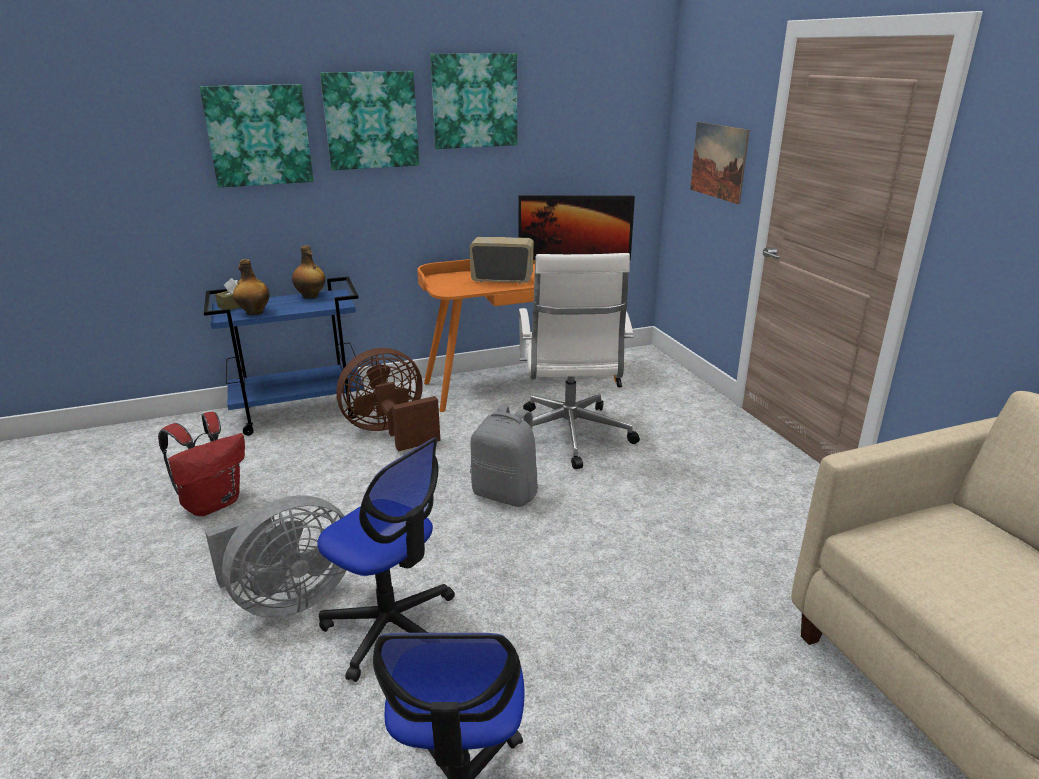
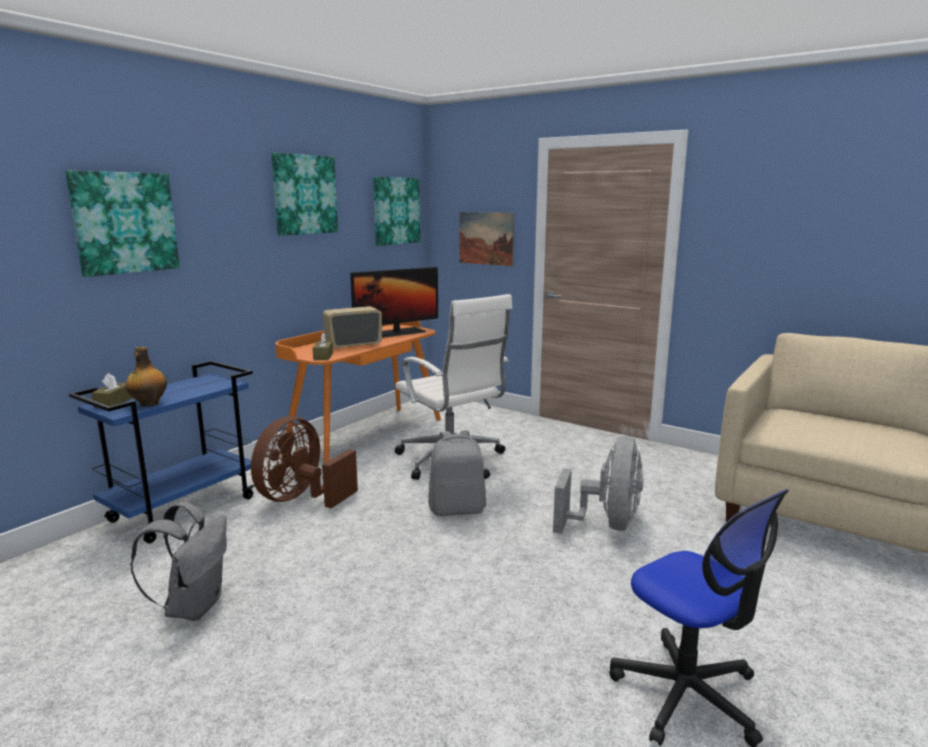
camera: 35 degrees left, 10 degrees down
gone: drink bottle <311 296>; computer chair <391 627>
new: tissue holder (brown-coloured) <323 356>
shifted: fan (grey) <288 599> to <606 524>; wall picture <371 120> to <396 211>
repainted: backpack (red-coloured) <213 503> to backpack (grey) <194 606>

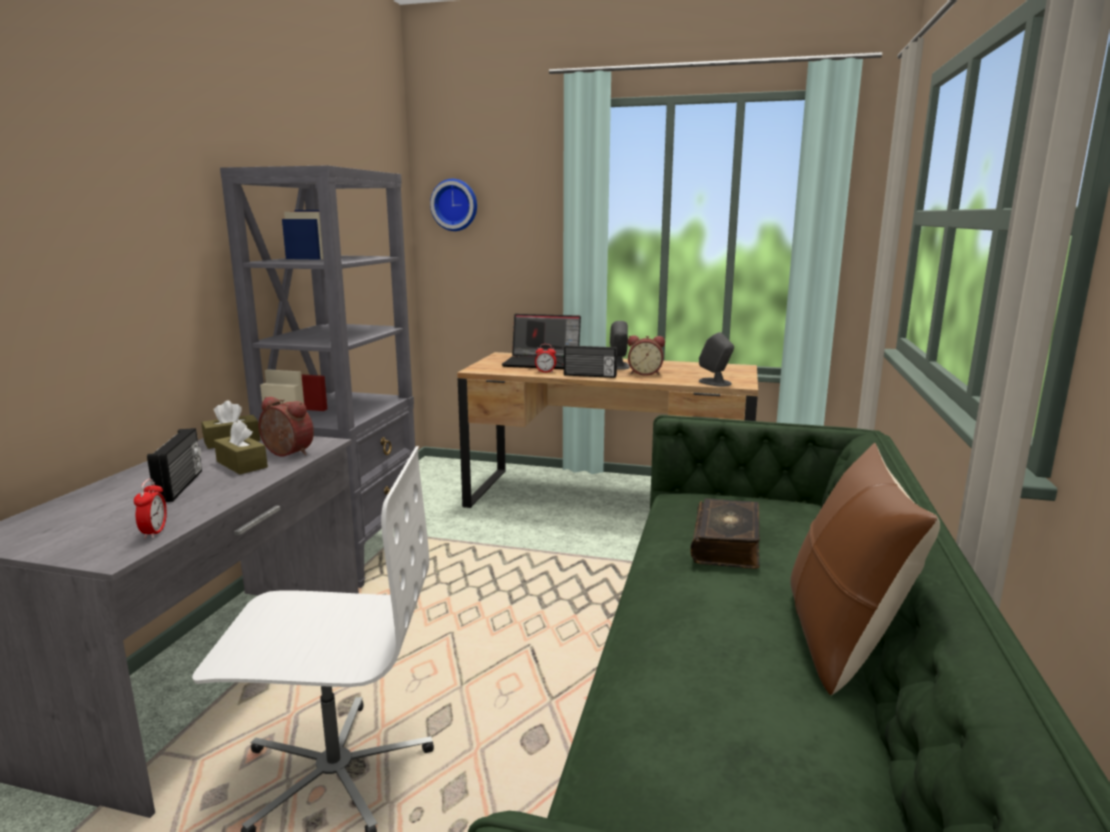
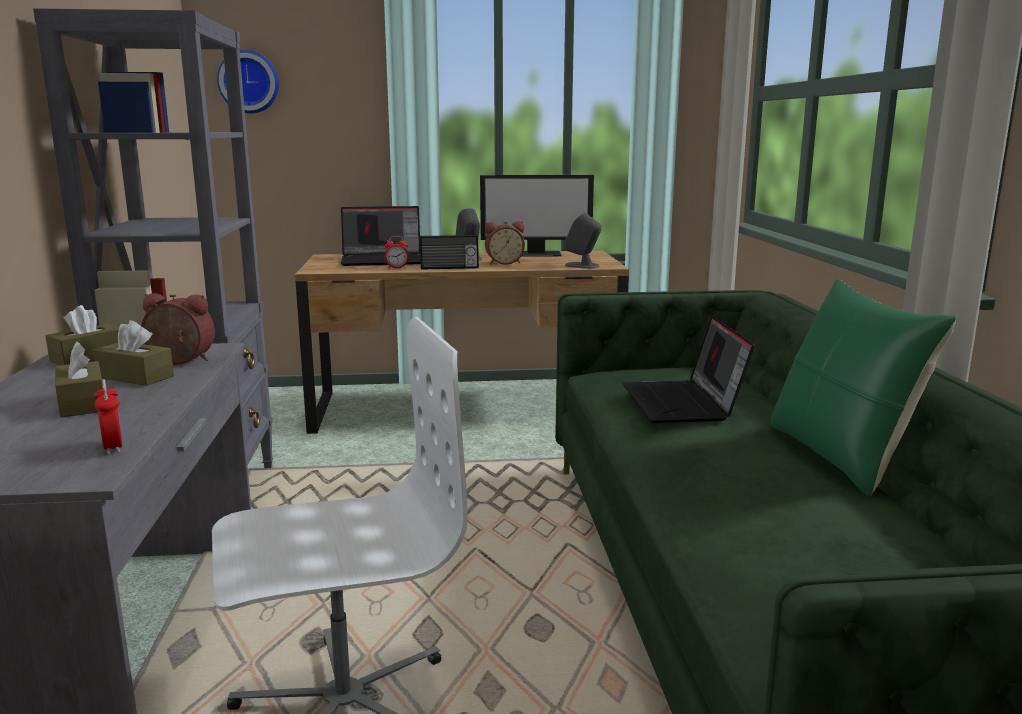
camera: 20 degrees left, 0 degrees up
new: computer screen <536 254>
swapped: radio <181 485> to tissue holder (brown-coloured) <82 403>; book <727 544> to laptop <683 404>
repainted: throw pillow (brown-coloured) <841 637> to throw pillow (green-coloured) <840 456>

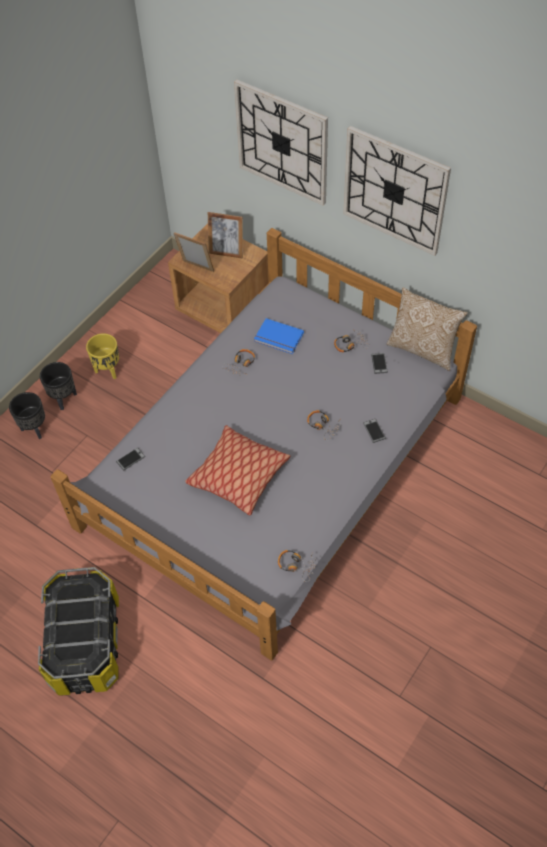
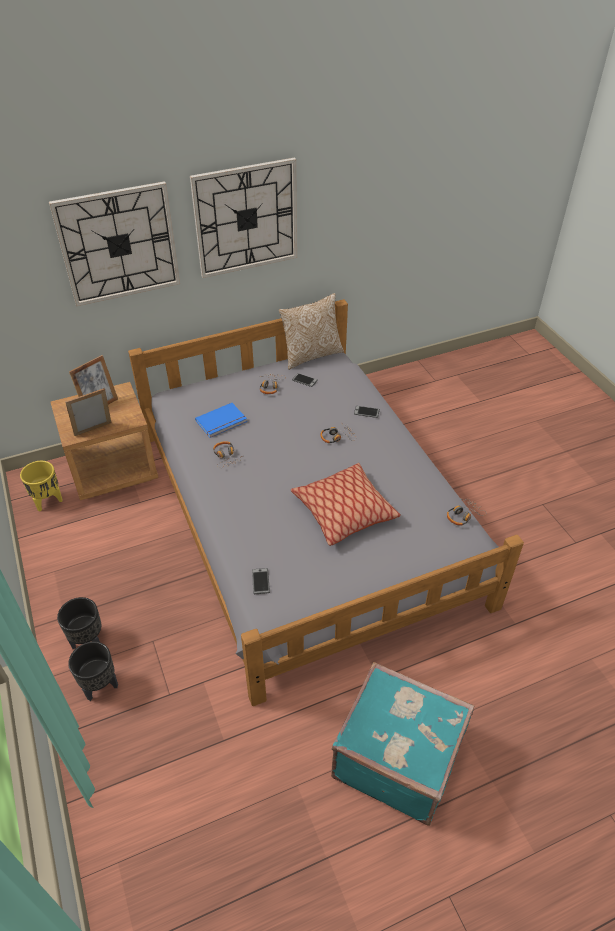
camera: 60 degrees left, 10 degrees down
shifted: planter (yellow) <108 370> to <48 501>
swapped: storage bin <85 643> to suitcase (turquoise-coloured) <397 756>

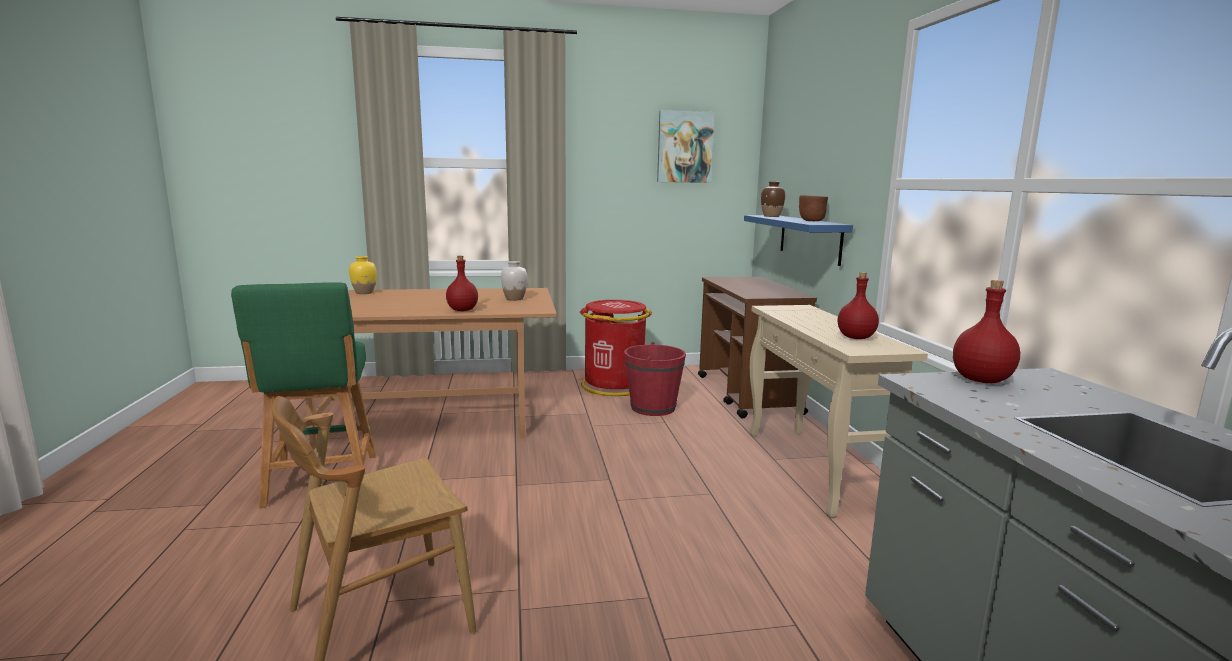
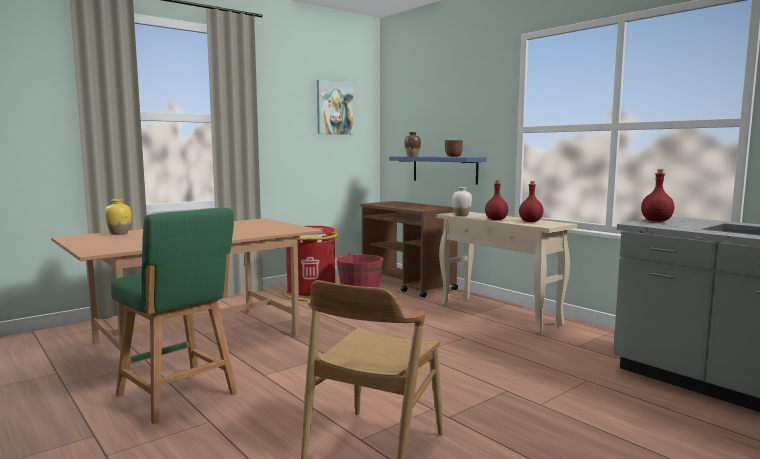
camera: 30 degrees left, 5 degrees down
shifted: drink bottle (red-coloured) <462 310> to <496 220>; flower vase (white-coloured) <514 299> to <461 215>

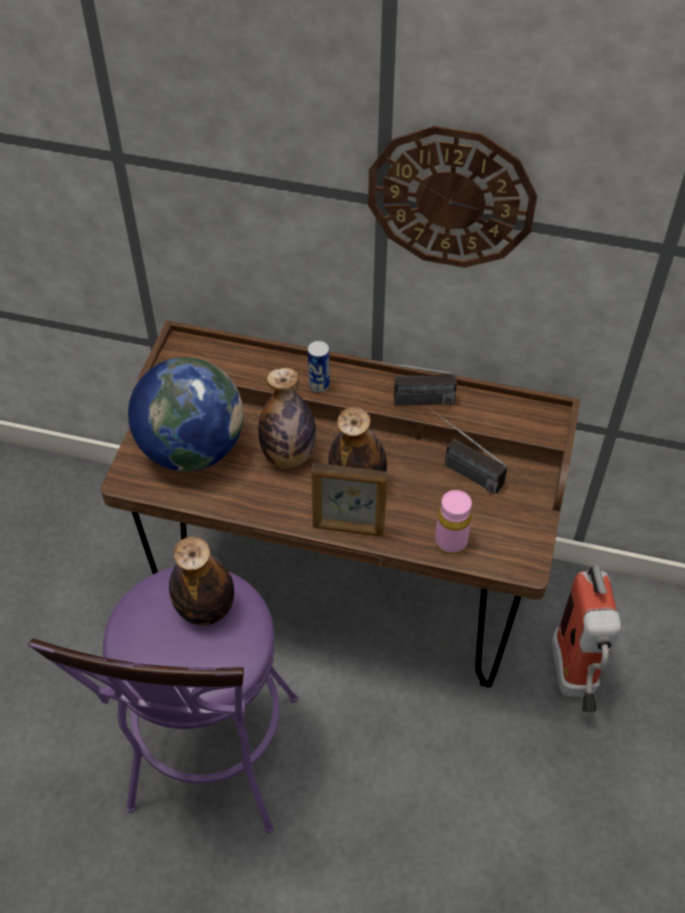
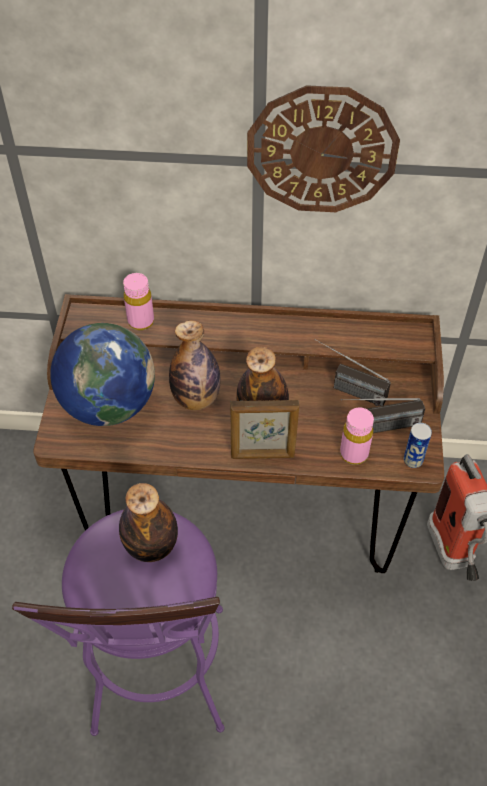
camera: 10 degrees left, 0 degrees up
new: drink bottle (pink) <141 321>
shifted: metal can <319 385> to <413 460>; radio <407 401> to <379 428>

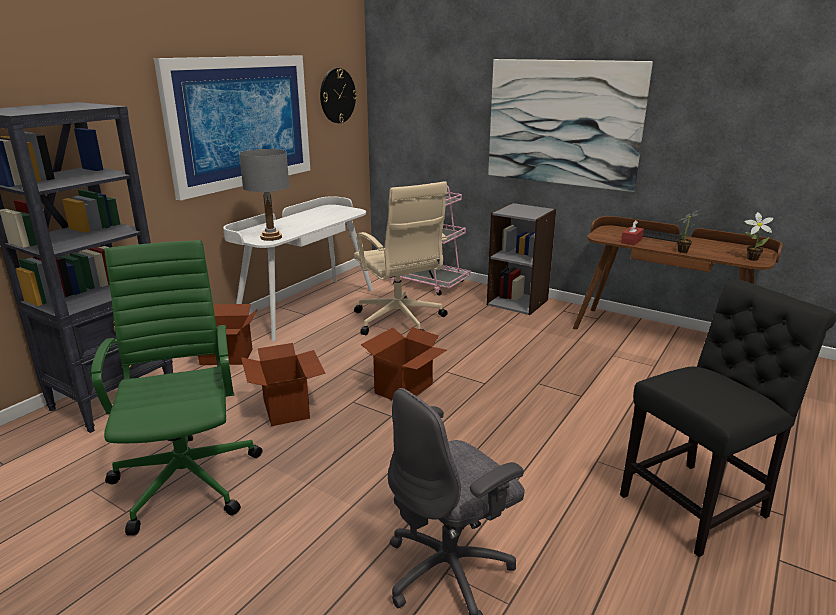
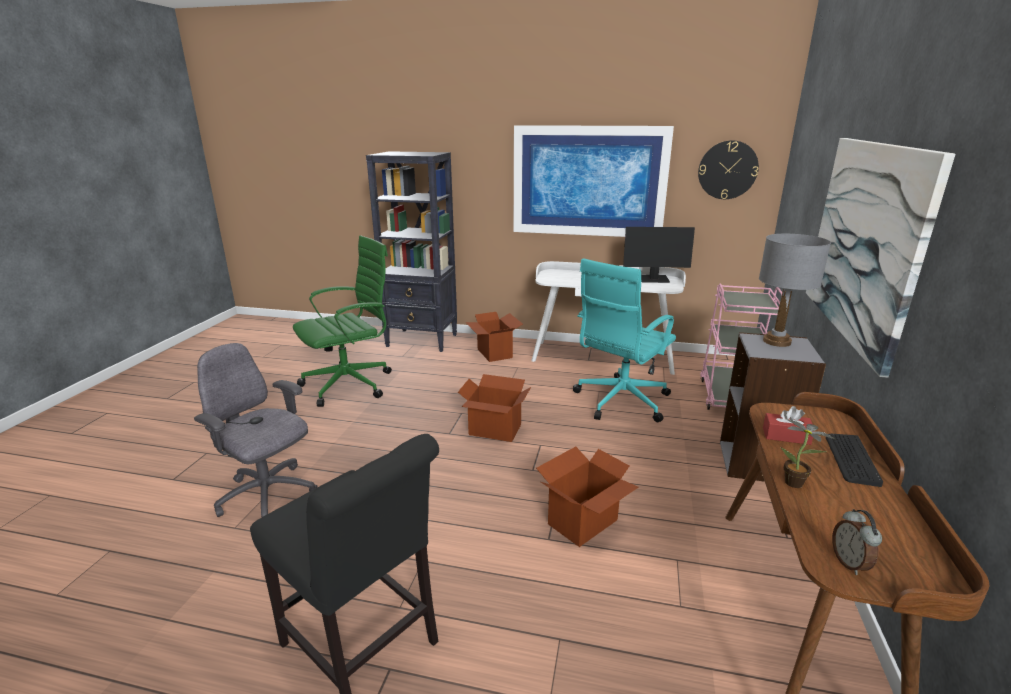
camera: 70 degrees right, 0 degrees up
new: computer screen <653 279>
shifted: table lamp (grey) <271 237> to <777 341>; carton <287 408> to <583 522>
swapped: houseplant <750 258> to bedside clock <850 563>
repainted: computer chair (beige) <399 321> to computer chair (turquoise-coloured) <620 401>

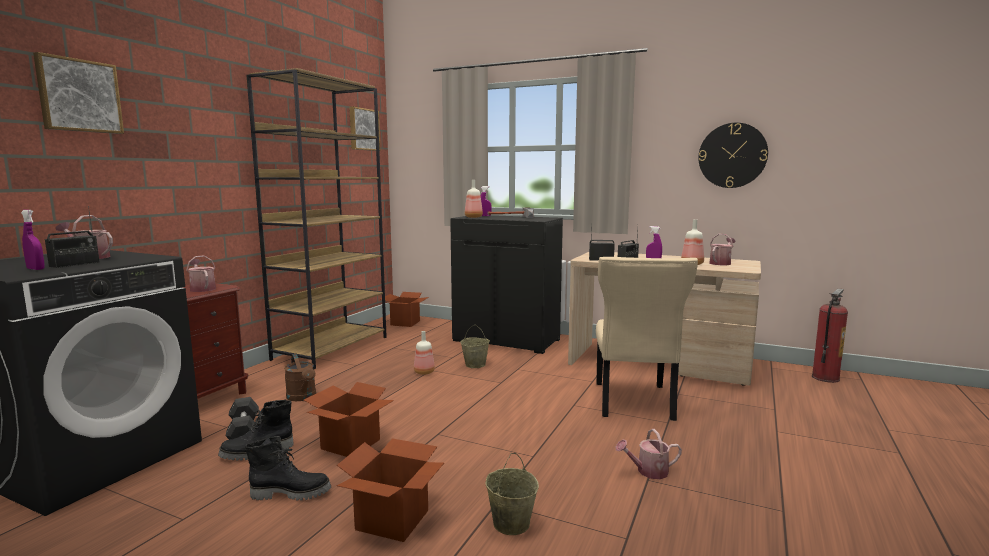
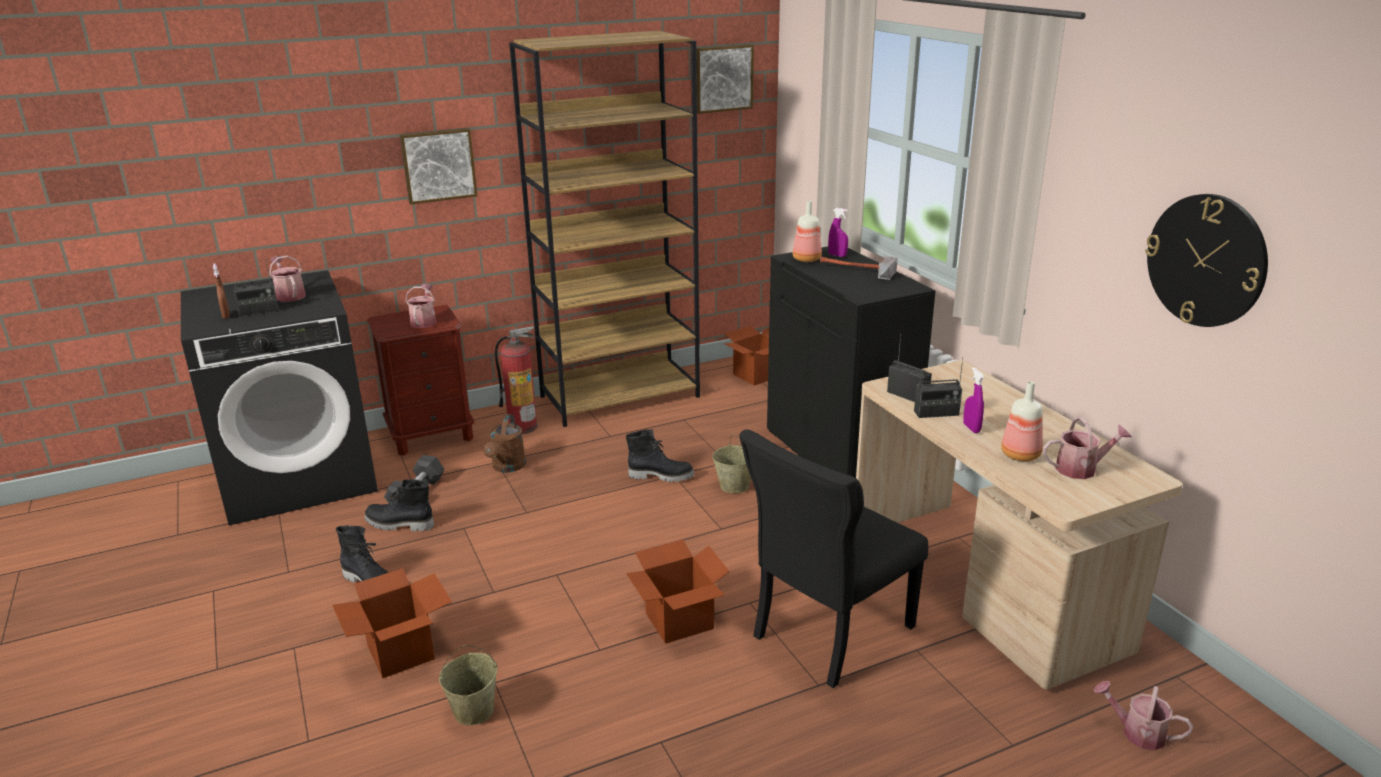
camera: 40 degrees right, 15 degrees up
shifted: wall picture <79 96> to <438 165>; carton <350 444> to <679 621>; watering can <648 471> to <1137 732>; fire-fighting cylinder <825 378> to <523 427>
swapped: drink bottle <423 372> to boot (black) <661 476>
repainted: spray bottle (purple) <35 269> to spray bottle (brown-coloured) <226 316>; plain chair (beige) <633 402> to plain chair (black) <828 634>

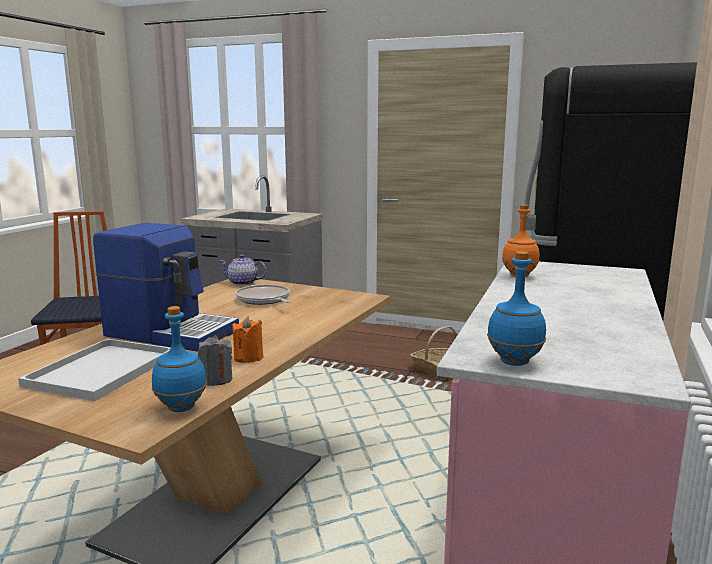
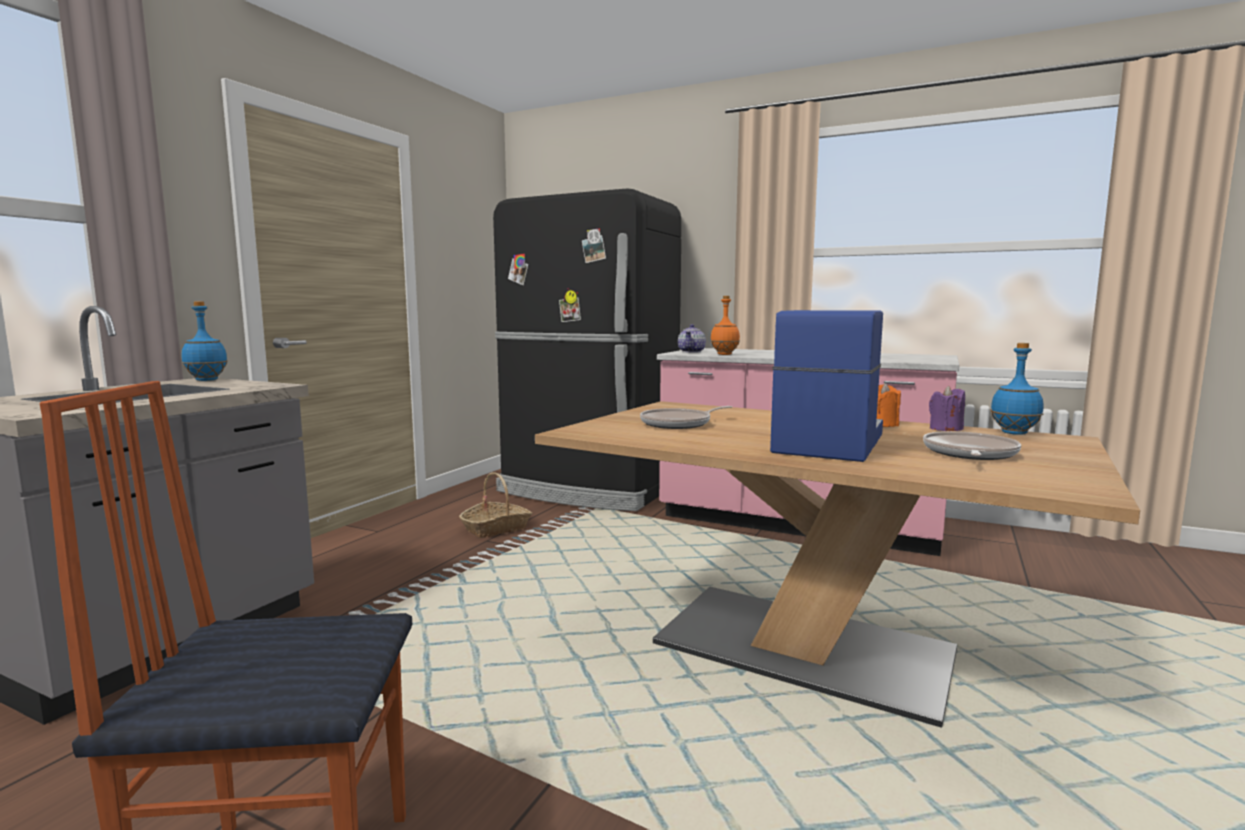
camera: 85 degrees left, 5 degrees down
shifted: pot for tea <243 283> to <692 351>; drink bottle (bluish) <513 362> to <206 380>
swapped: serving tray (white-coloured) <102 369> to skillet <969 454>
repainted: candle (grey) <216 379> to candle (purple) <945 429>

